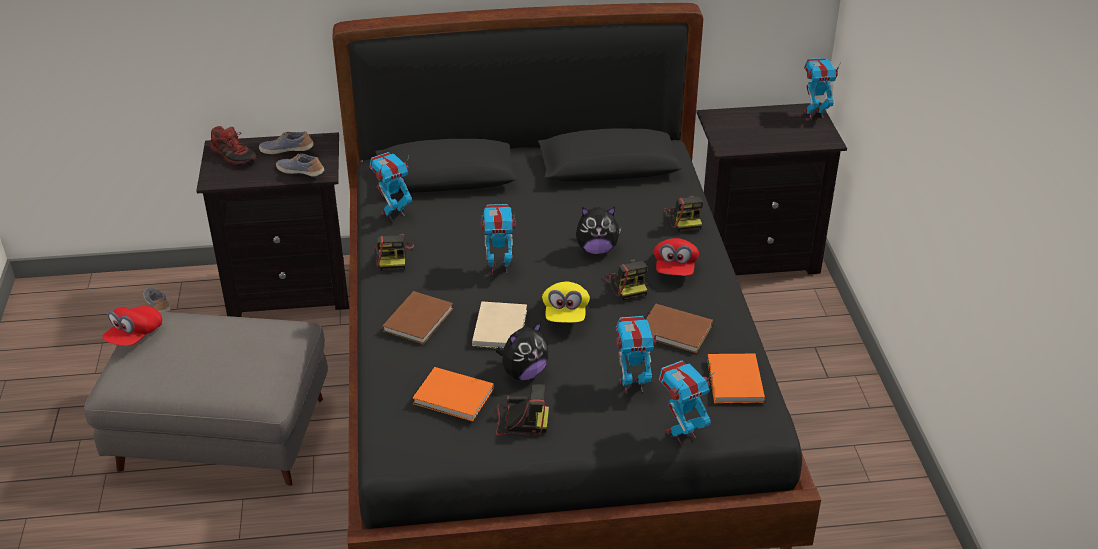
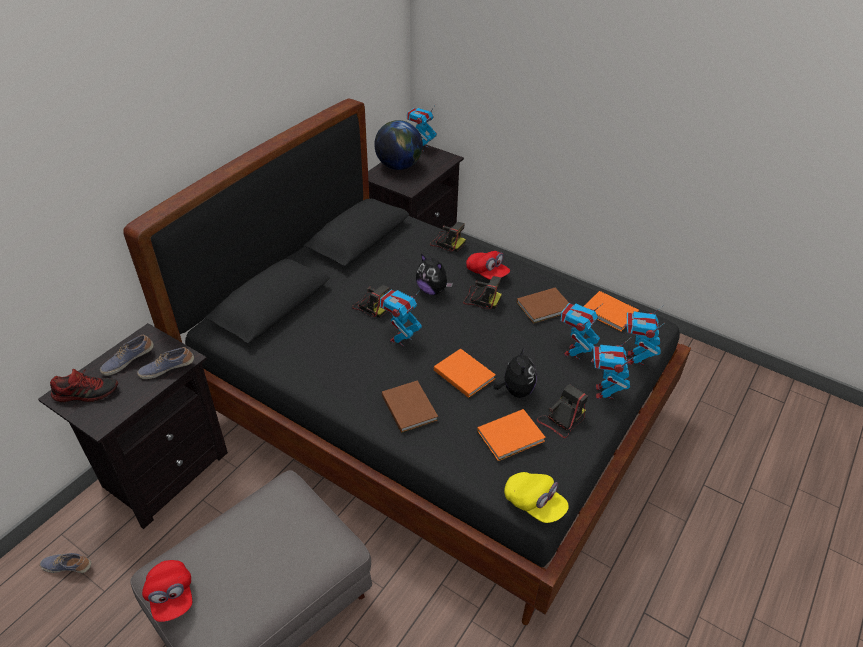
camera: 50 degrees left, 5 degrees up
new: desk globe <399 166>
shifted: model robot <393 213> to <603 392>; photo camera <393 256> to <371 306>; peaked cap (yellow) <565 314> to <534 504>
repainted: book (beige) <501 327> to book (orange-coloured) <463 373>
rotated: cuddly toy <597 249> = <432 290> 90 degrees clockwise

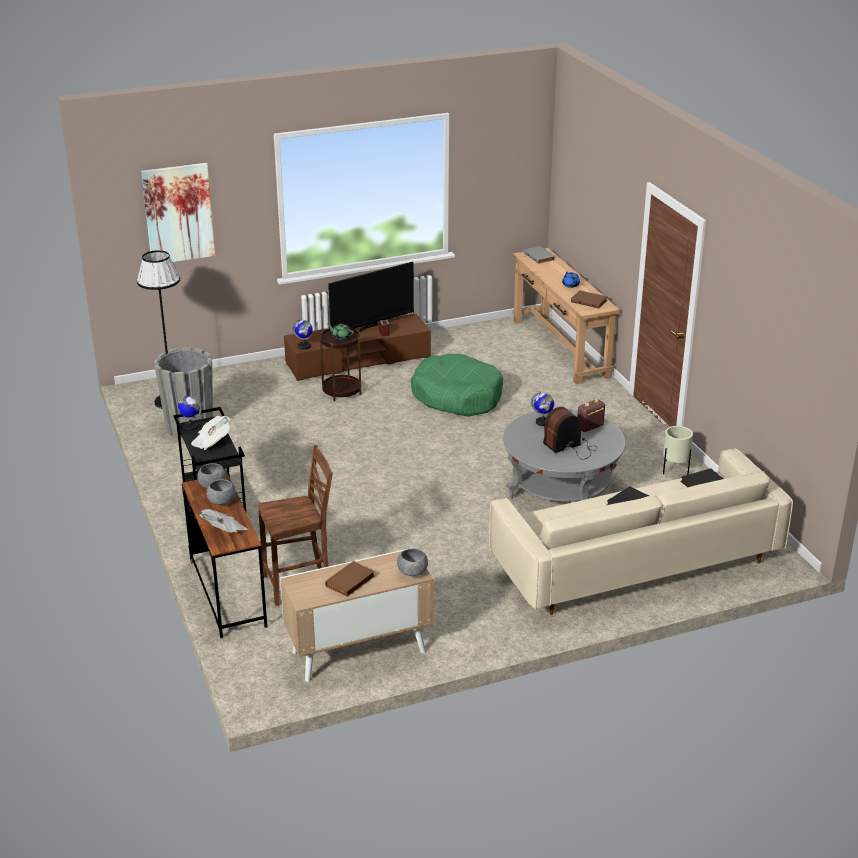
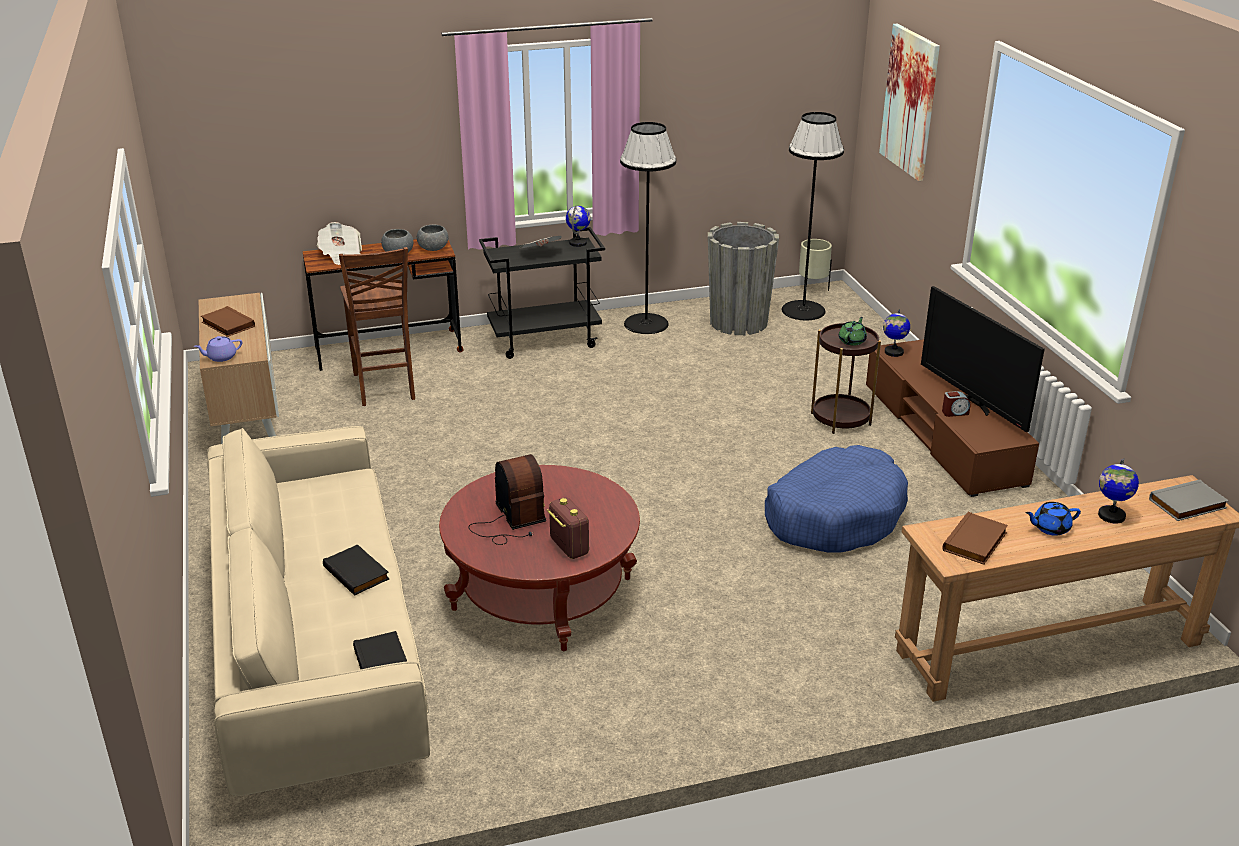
camera: 95 degrees right, 0 degrees up
new: standing lamp (black) <646 324>
shifted: desk globe <543 422> to <1111 516>; planter (beige) <674 470> to <812 290>
swapped: serving bowl (grey) <412 572> to pot for tea (purple) <221 357>
repainted: dog cushion (green-coloured) <457 396> to dog cushion (bluish) <834 515>; coffee table (grey) <561 487> to coffee table (red-coloured) <542 593>

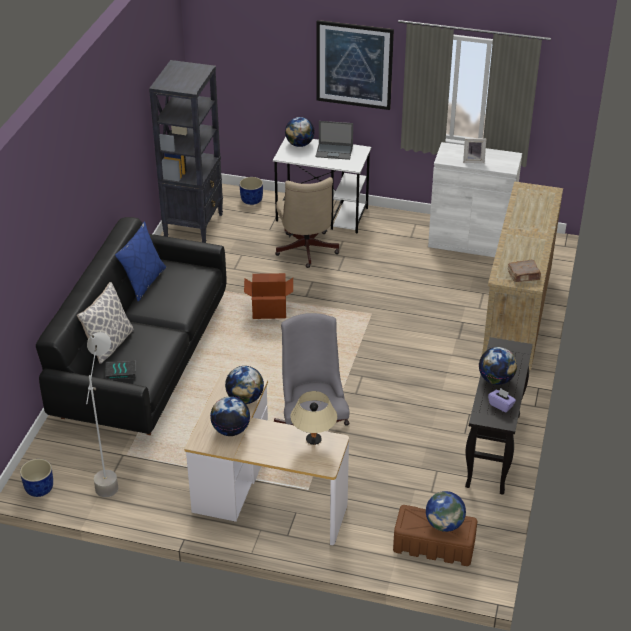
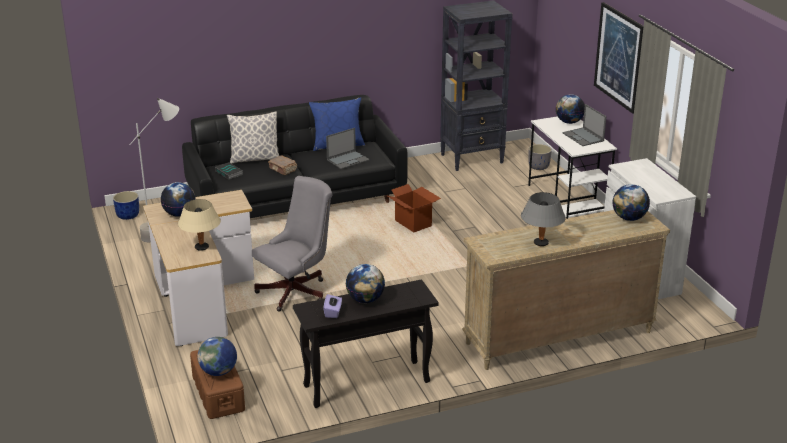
camera: 55 degrees right, 10 degrees down
gone: computer chair (beige) <306 251>; standing frame <473 160>
new: laptop <348 160>; table lamp (grey) <541 243>
shifted: desk globe <245 399> to <629 218>; book (brown-coloured) <524 276> to <283 169>
repainted: planter (bluish) <252 200> to planter (grey) <539 167>

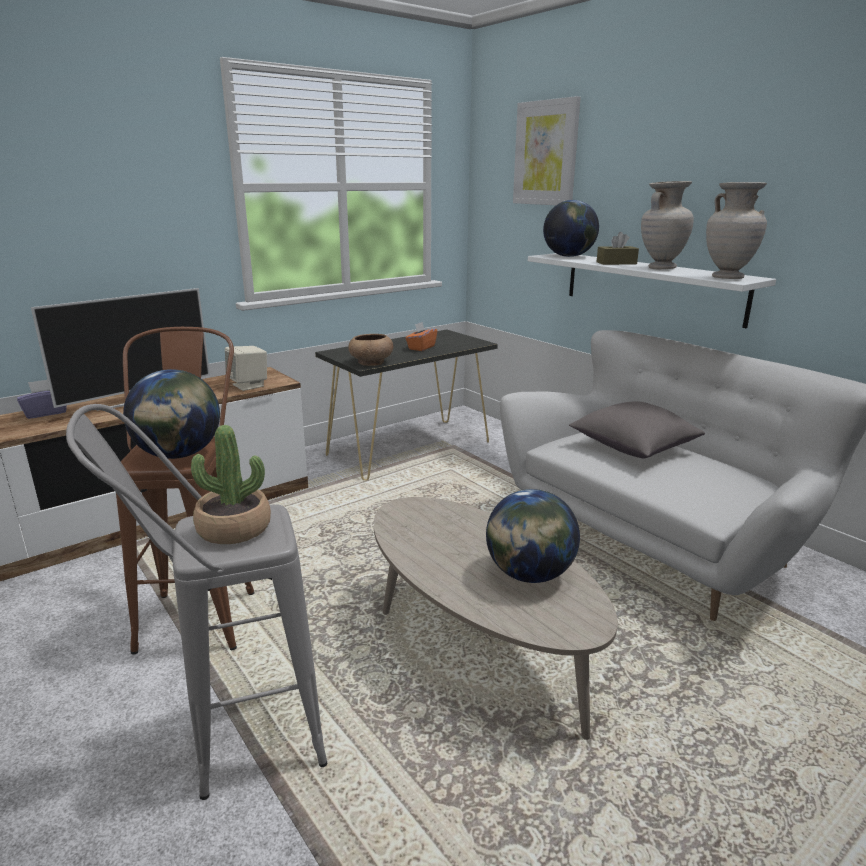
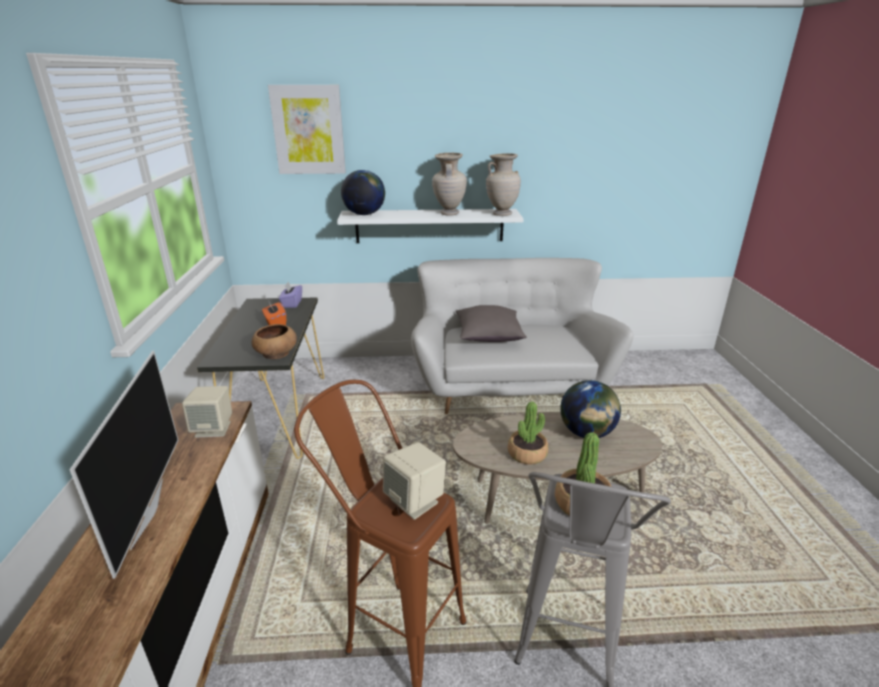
camera: 55 degrees left, 5 degrees up
gone: tissue holder (brown-coloured) <616 263>
new: houseplant <527 453>
shifted: tissue holder (purple) <46 413> to <292 303>
swapped: desk globe <179 455> to loudspeaker (beige) <415 501>

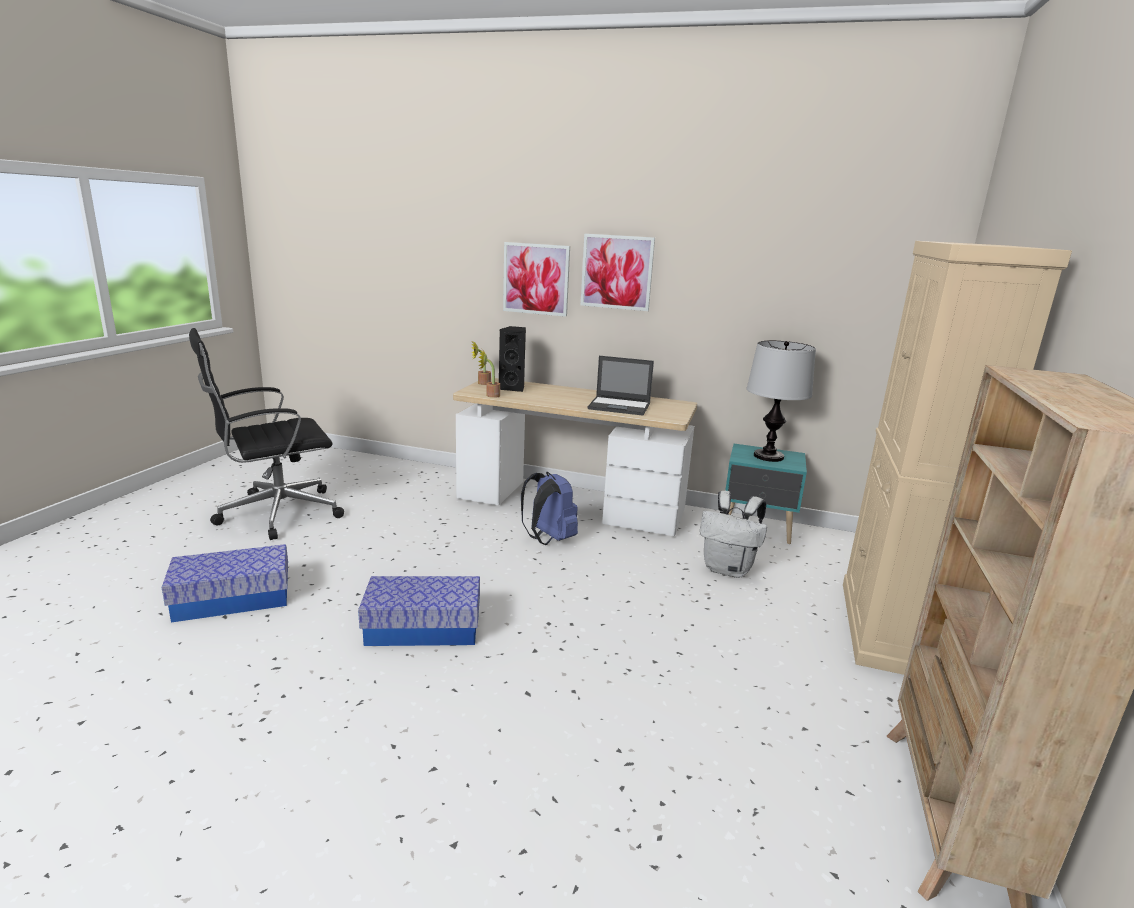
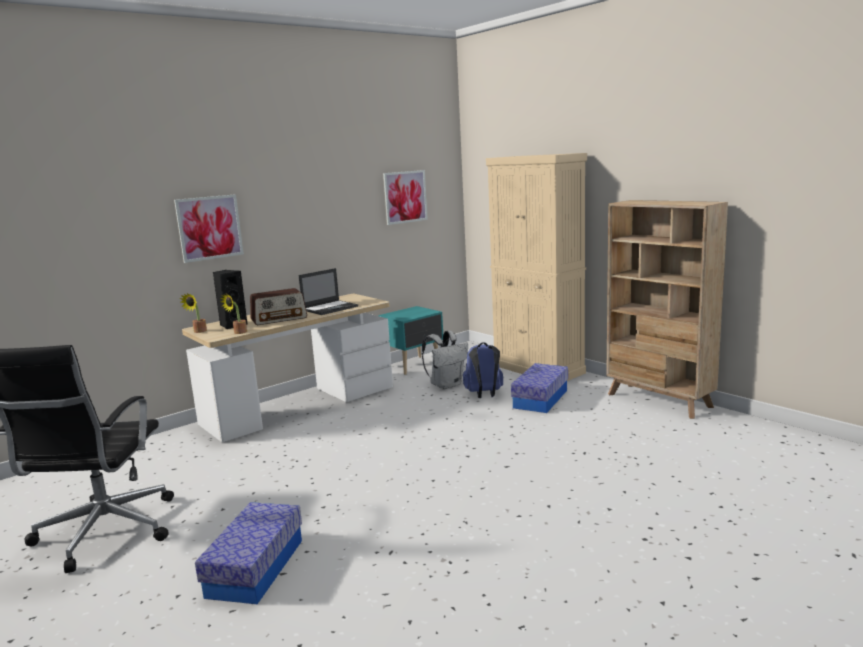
camera: 55 degrees left, 5 degrees down
gone: table lamp <768 456>
new: radio <279 319>
shifted: storage bin <423 628> to <540 399>; backpack (bluish) <548 539> to <484 395>; wall picture <617 272> to <405 197>

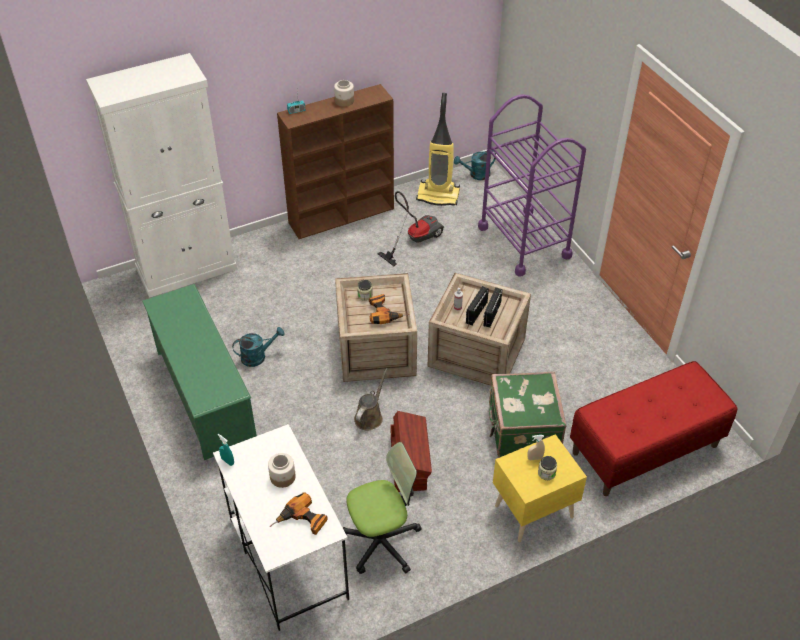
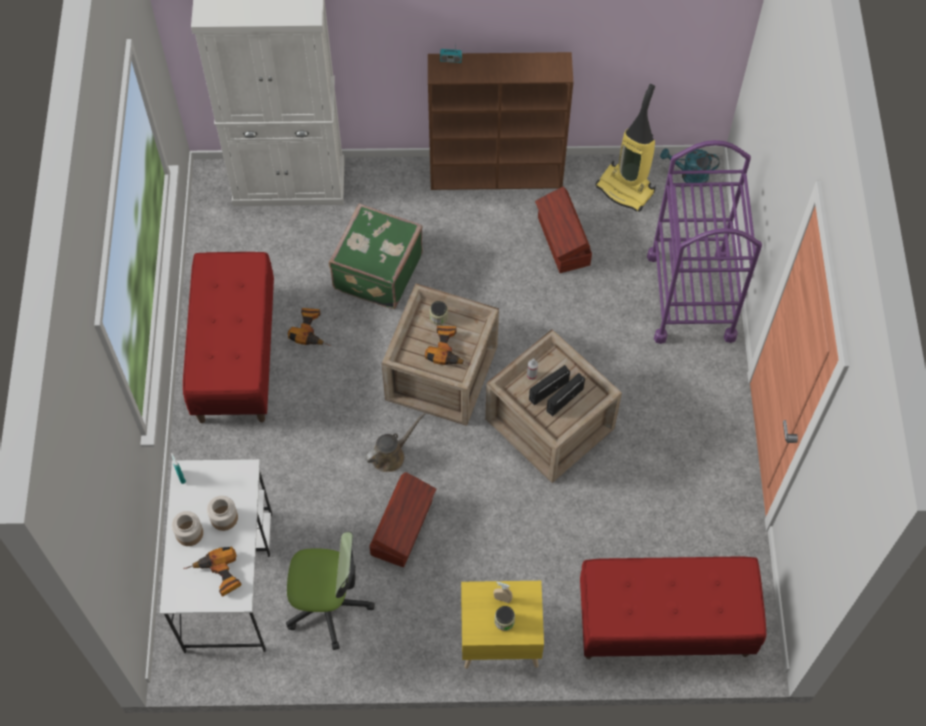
camera: 25 degrees right, 15 degrees up
shifted: preserve jar <344 101> to <189 534>; suitcase (green-coloured) <522 430> to <376 271>
swapped: shoe stand (green-coloured) <205 395> to indoor bench (red-coloured) <235 355>; watering can (turquoise-coloured) <258 356> to electric drill <311 330>; vacuum <414 239> to storage bin (brown-coloured) <562 242>

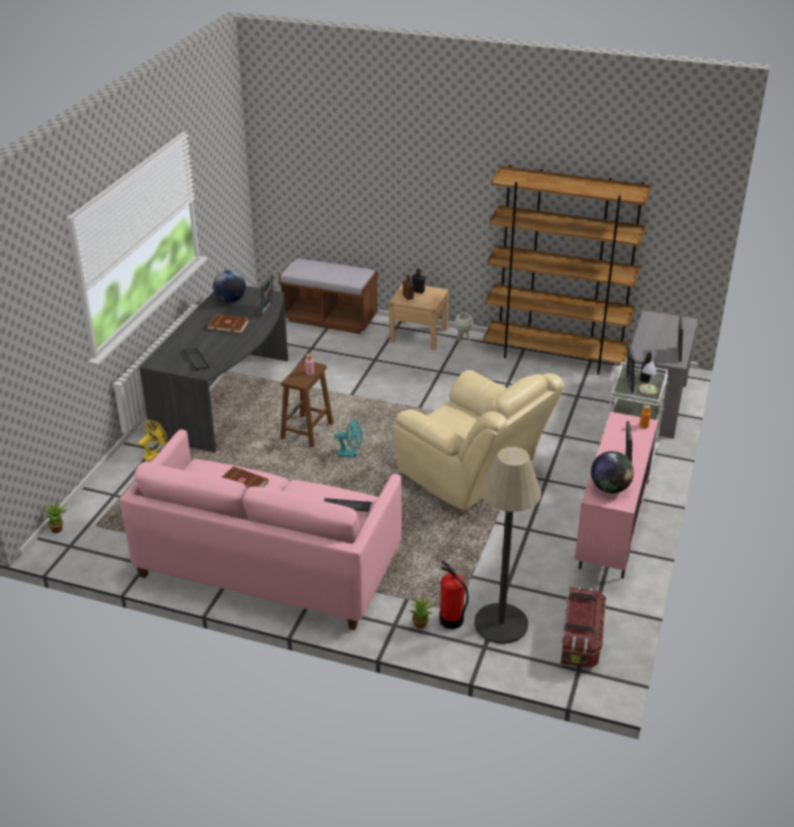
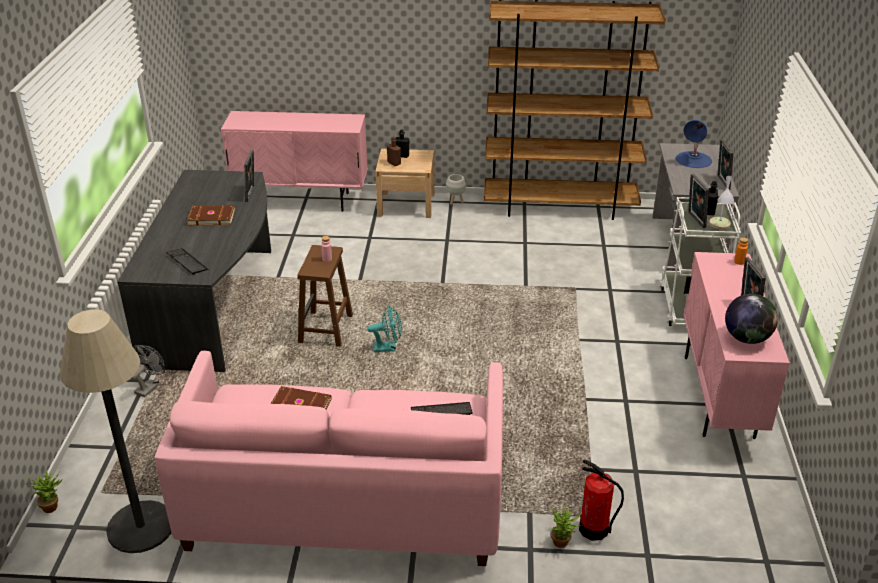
camera: 15 degrees left, 0 degrees up
gone: desk globe <230 300>; easy chair (beige) <473 478>; storage bin <580 640>
new: table lamp (bluish) <693 159>
shifted: standing lamp <501 623> to <140 527>
swapped: indoor bench (brown-coloured) <330 319> to storage cabinet (pink) <301 201>
repainted: fan (yellow) <155 454> to fan (grey) <150 386>

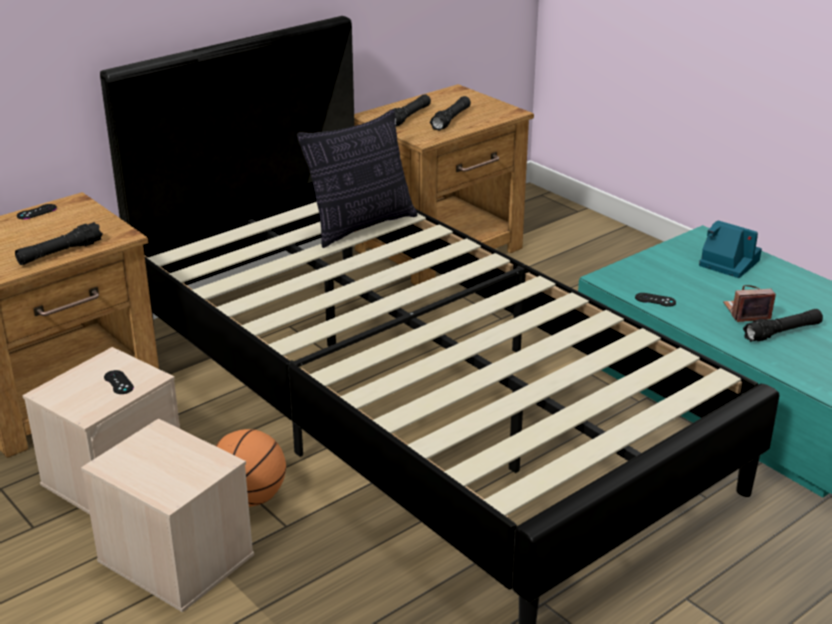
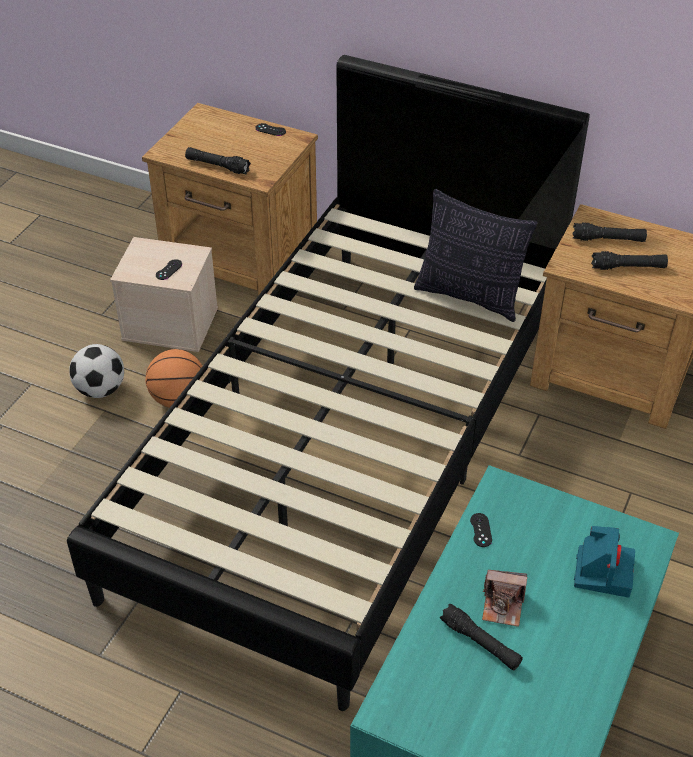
camera: 65 degrees right, 15 degrees up
swapped: storage bin (beige) <173 558> to ball for football <100 389>
rotated: photo camera <746 312> = <503 606> 135 degrees clockwise

